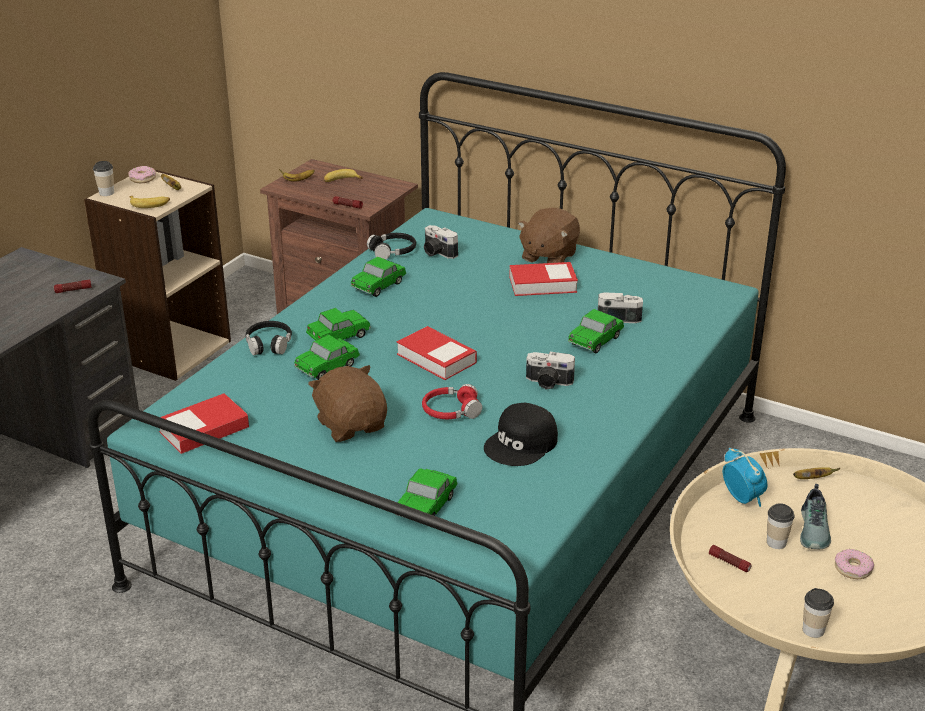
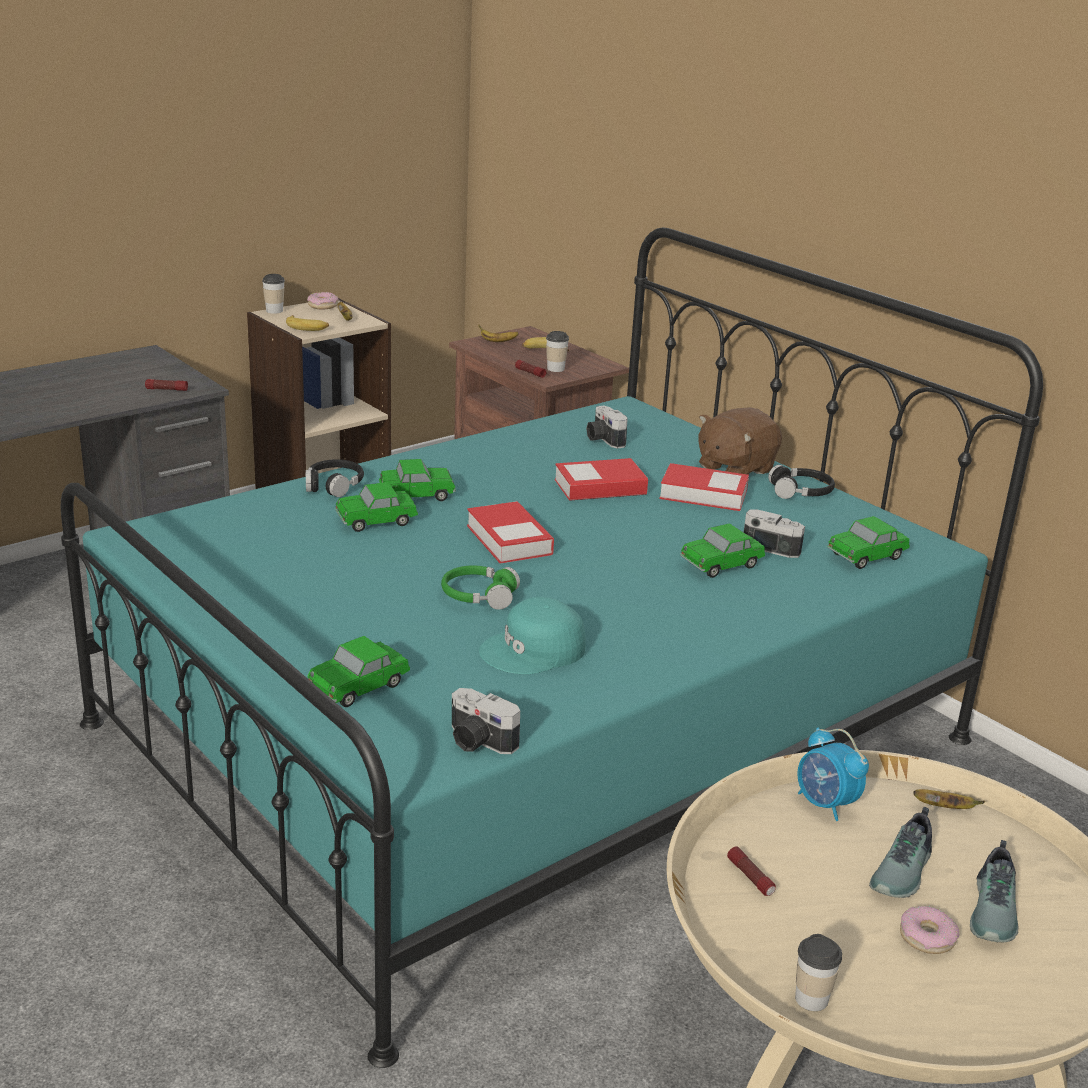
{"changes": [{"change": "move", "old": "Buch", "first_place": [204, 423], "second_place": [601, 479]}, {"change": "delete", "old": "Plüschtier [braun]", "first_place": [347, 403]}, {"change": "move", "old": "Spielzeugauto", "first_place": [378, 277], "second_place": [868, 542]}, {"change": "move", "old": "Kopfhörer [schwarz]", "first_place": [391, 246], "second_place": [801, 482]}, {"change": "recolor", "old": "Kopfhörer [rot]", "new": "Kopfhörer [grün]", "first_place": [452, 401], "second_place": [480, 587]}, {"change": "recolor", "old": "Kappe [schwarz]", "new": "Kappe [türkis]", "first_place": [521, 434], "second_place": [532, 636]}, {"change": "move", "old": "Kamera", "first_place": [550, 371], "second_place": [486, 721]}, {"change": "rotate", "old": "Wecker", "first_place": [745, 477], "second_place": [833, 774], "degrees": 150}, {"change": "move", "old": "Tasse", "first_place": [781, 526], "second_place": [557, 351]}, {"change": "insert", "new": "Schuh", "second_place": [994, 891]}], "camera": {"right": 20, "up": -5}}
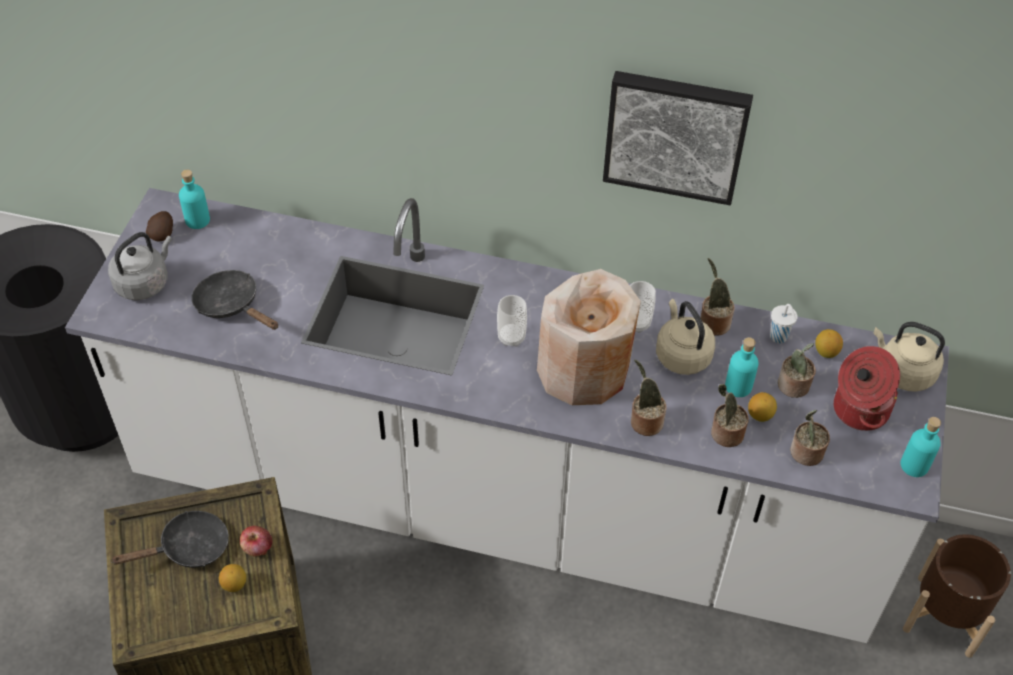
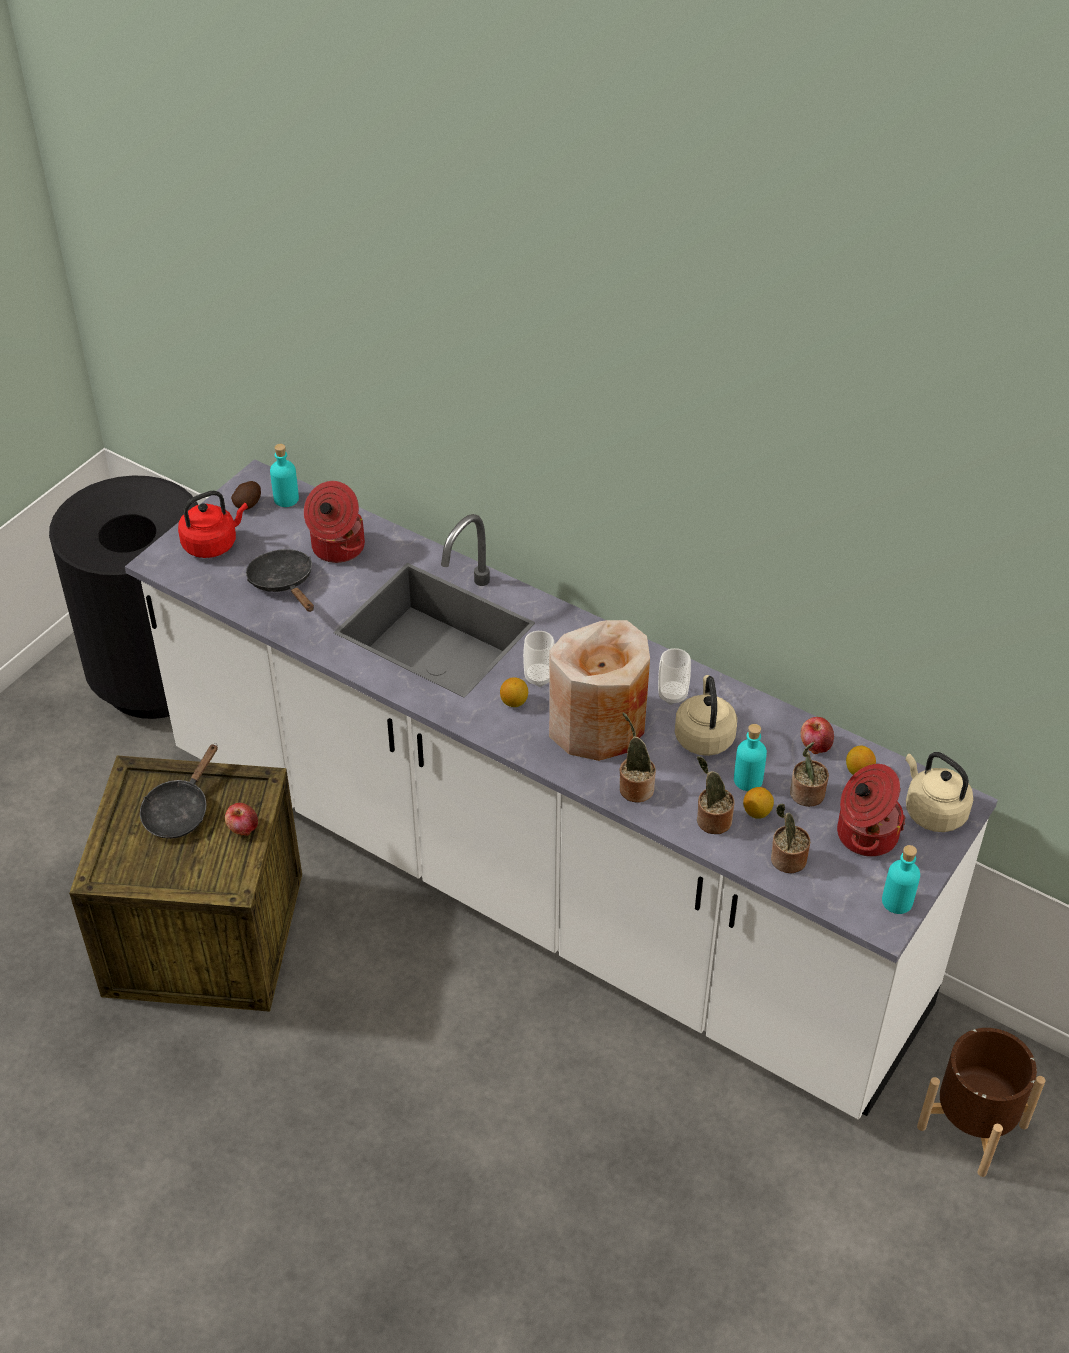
{"changes": [{"change": "recolor", "old": "Wasserkessel [grau]", "new": "Wasserkessel [rot]", "first_place": [140, 266], "second_place": [213, 524]}, {"change": "rotate", "old": "Pfanne [schwarz]", "first_place": [170, 539], "second_place": [179, 791], "degrees": 120}, {"change": "move", "old": "Zitrone", "first_place": [232, 578], "second_place": [514, 692]}, {"change": "delete", "old": "Bild", "first_place": [678, 138]}, {"change": "delete", "old": "Topfpflanze", "first_place": [718, 296]}, {"change": "replace", "old": "Tasse [weiß]", "new": "Apfel", "first_place": [784, 323], "second_place": [817, 735]}, {"change": "insert", "new": "Kochtopf", "second_place": [334, 522]}], "camera": {"right": 20, "up": -5}}
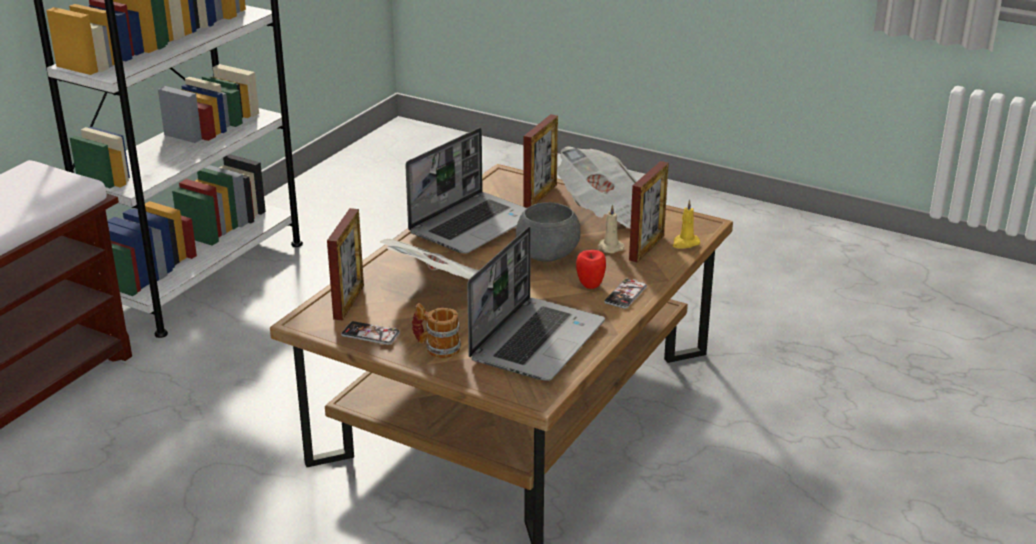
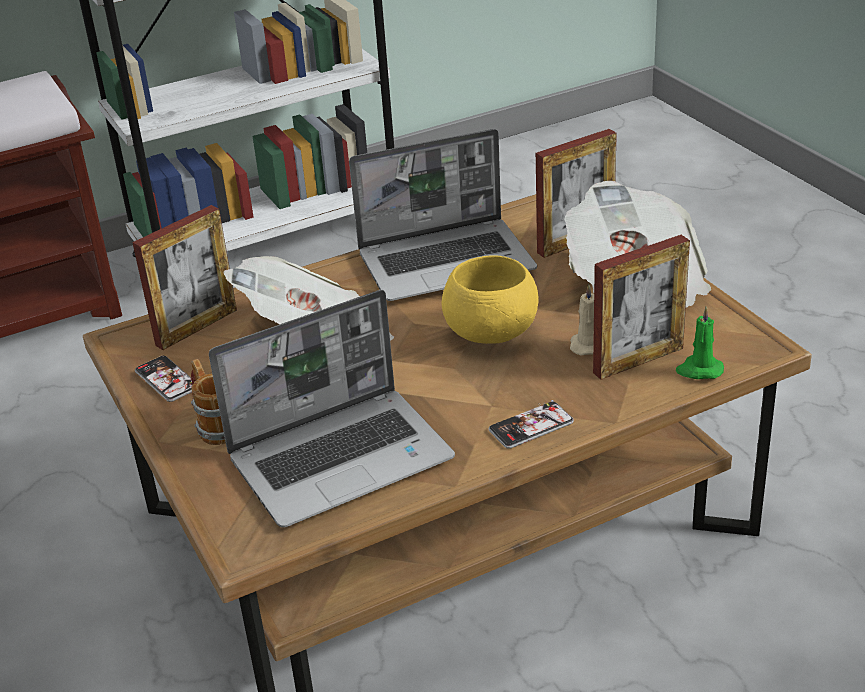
{"changes": [{"change": "recolor", "old": "Schüssel [grau]", "new": "Schüssel [gelb]", "first_place": [548, 232], "second_place": [490, 299]}, {"change": "delete", "old": "Apfel", "first_place": [591, 269]}, {"change": "recolor", "old": "Kerze [gelb]", "new": "Kerze [grün]", "first_place": [686, 224], "second_place": [700, 342]}], "camera": {"right": 35, "up": 5}}
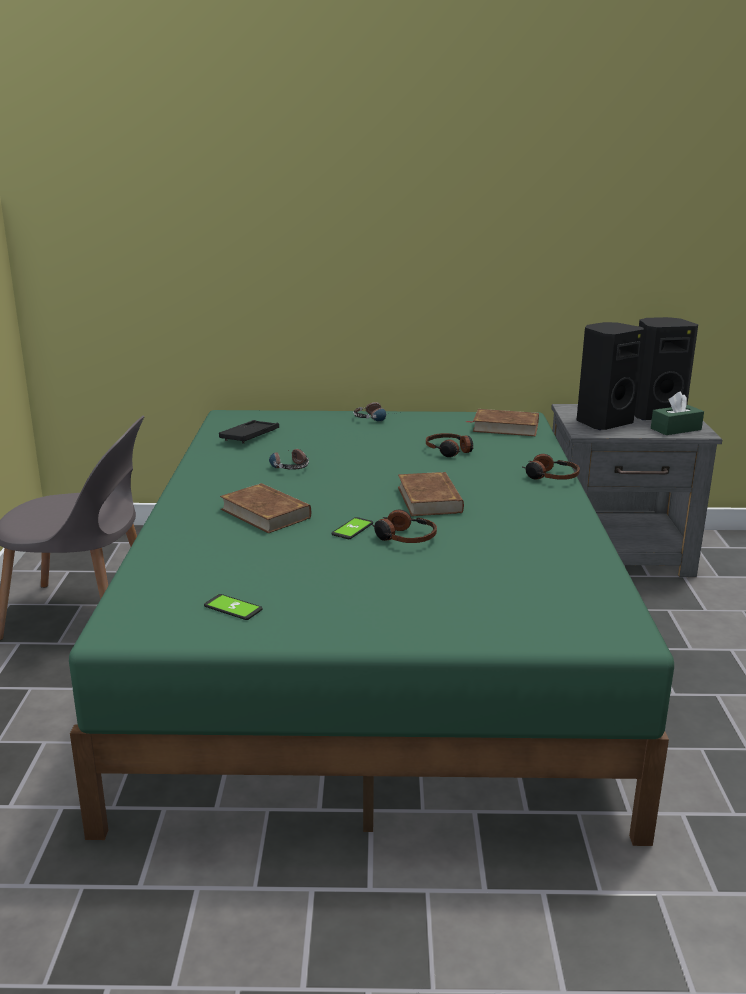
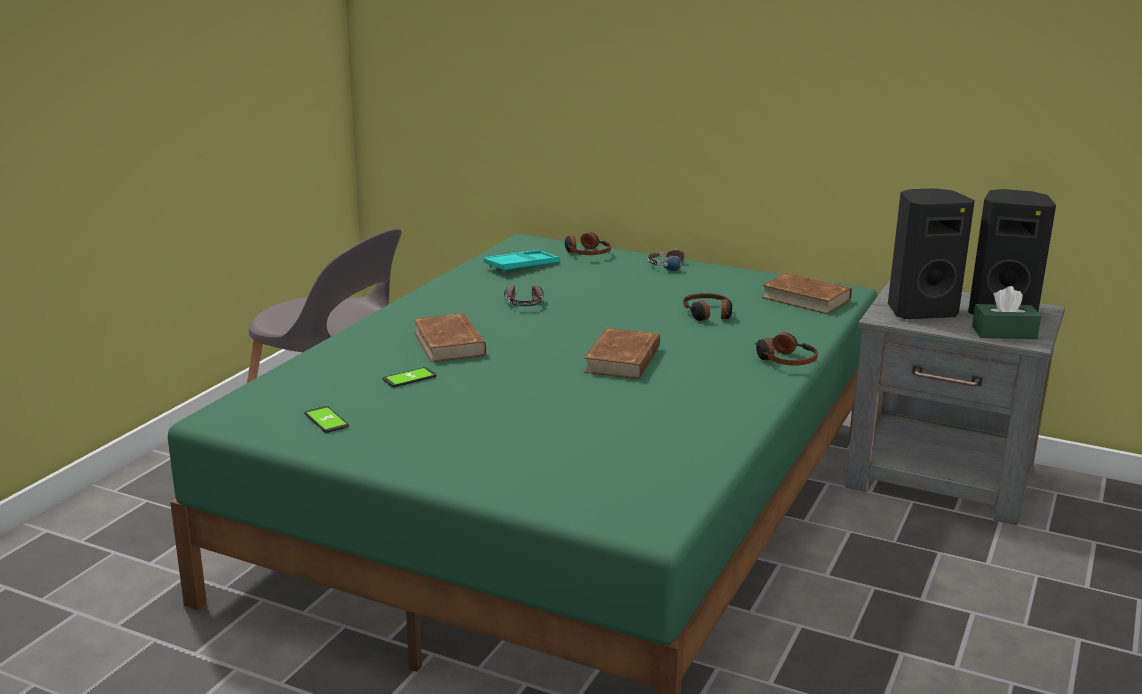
{"changes": [{"change": "recolor", "old": "Tablett [schwarz]", "new": "Tablett [türkis]", "first_place": [249, 432], "second_place": [522, 261]}, {"change": "move", "old": "Handy", "first_place": [352, 528], "second_place": [410, 377]}, {"change": "move", "old": "Kopfhörer", "first_place": [404, 526], "second_place": [588, 243]}], "camera": {"right": 25, "up": 0}}
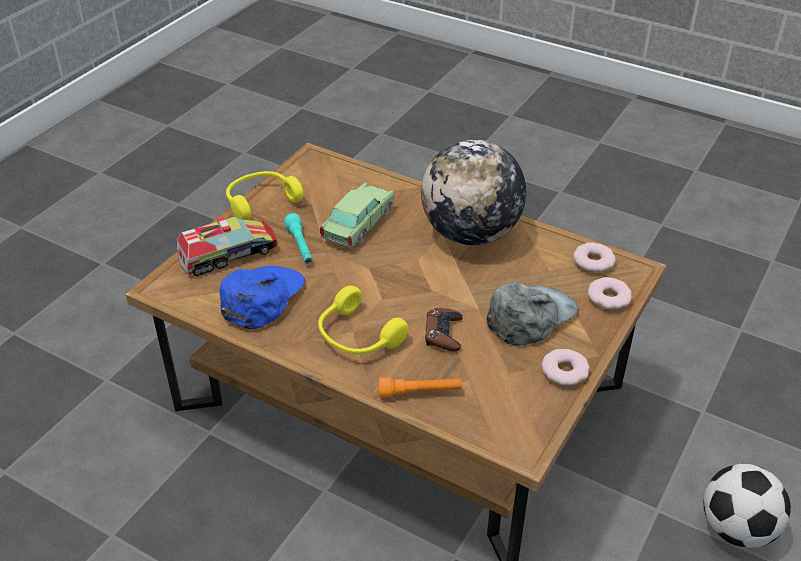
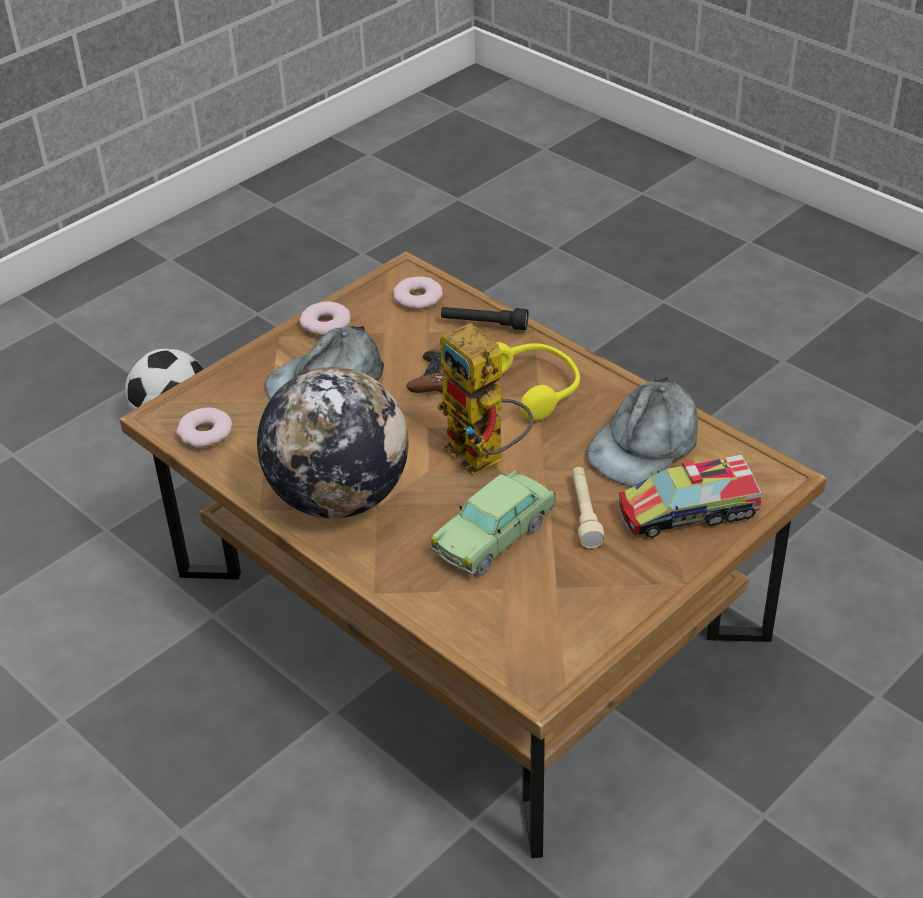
{"changes": [{"change": "recolor", "old": "Kappe [blau]", "new": "Kappe [grau]", "first_place": [262, 297], "second_place": [642, 432]}, {"change": "delete", "old": "Kopfhörer [gelb]", "first_place": [265, 195]}, {"change": "recolor", "old": "Taschenlampe [türkis]", "new": "Taschenlampe [beige]", "first_place": [298, 238], "second_place": [588, 507]}, {"change": "recolor", "old": "Taschenlampe [orange]", "new": "Taschenlampe [schwarz]", "first_place": [420, 387], "second_place": [484, 318]}, {"change": "move", "old": "Donut", "first_place": [610, 293], "second_place": [418, 293]}, {"change": "insert", "new": "Spielzeugroboter", "second_place": [485, 399]}], "camera": {"right": -165, "up": 0}}
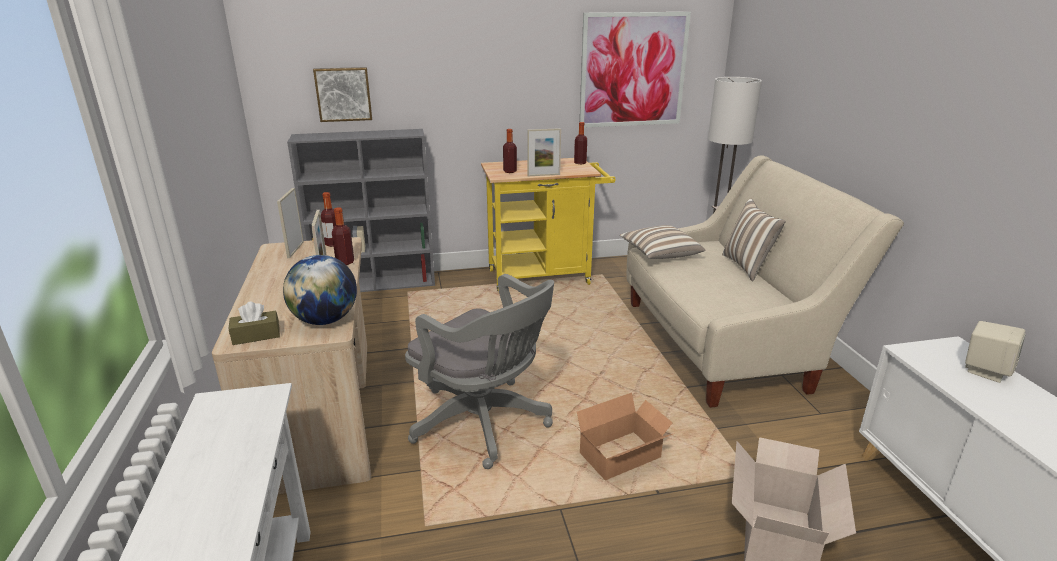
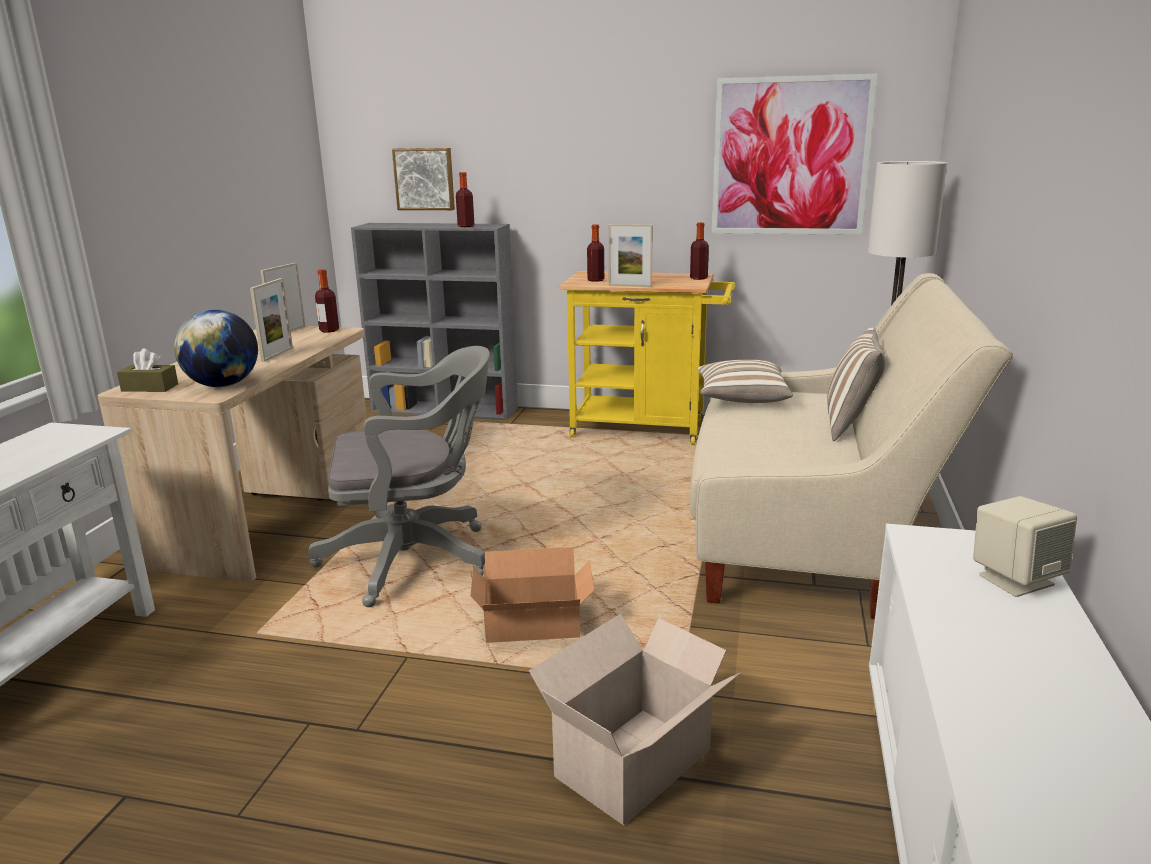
{"changes": [{"change": "move", "old": "Flasche", "first_place": [343, 236], "second_place": [465, 199]}, {"change": "rotate", "old": "Bürostuhl [grau]", "first_place": [479, 371], "second_place": [399, 476], "degrees": -75}], "camera": {"right": 25, "up": -5}}
